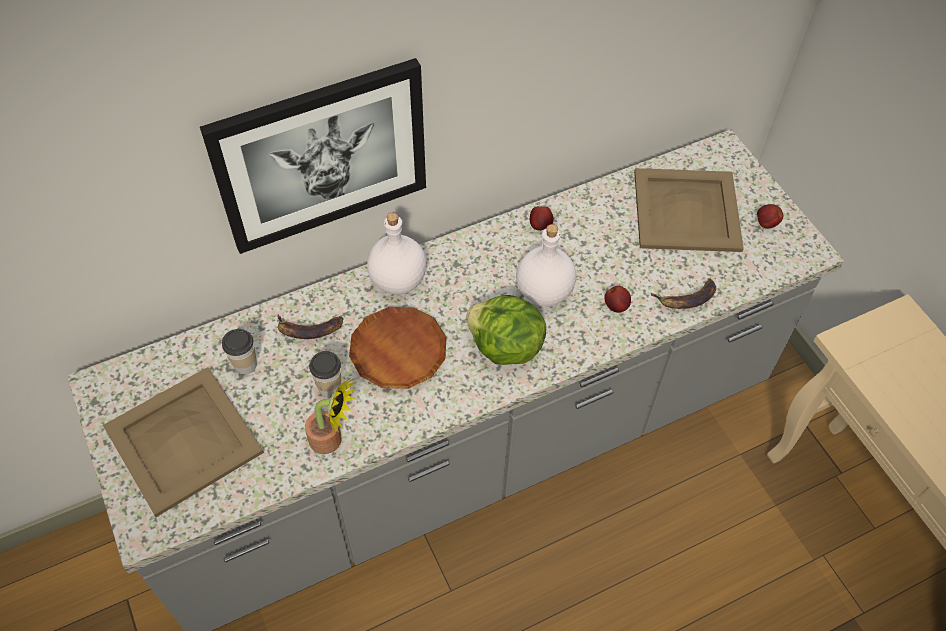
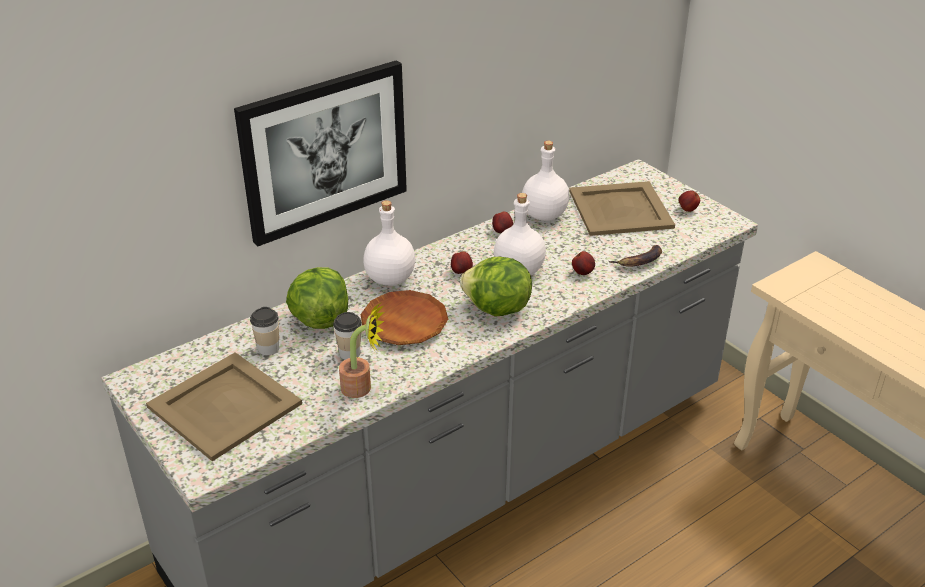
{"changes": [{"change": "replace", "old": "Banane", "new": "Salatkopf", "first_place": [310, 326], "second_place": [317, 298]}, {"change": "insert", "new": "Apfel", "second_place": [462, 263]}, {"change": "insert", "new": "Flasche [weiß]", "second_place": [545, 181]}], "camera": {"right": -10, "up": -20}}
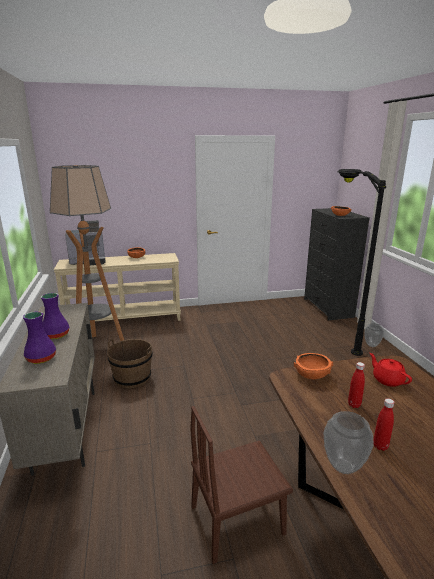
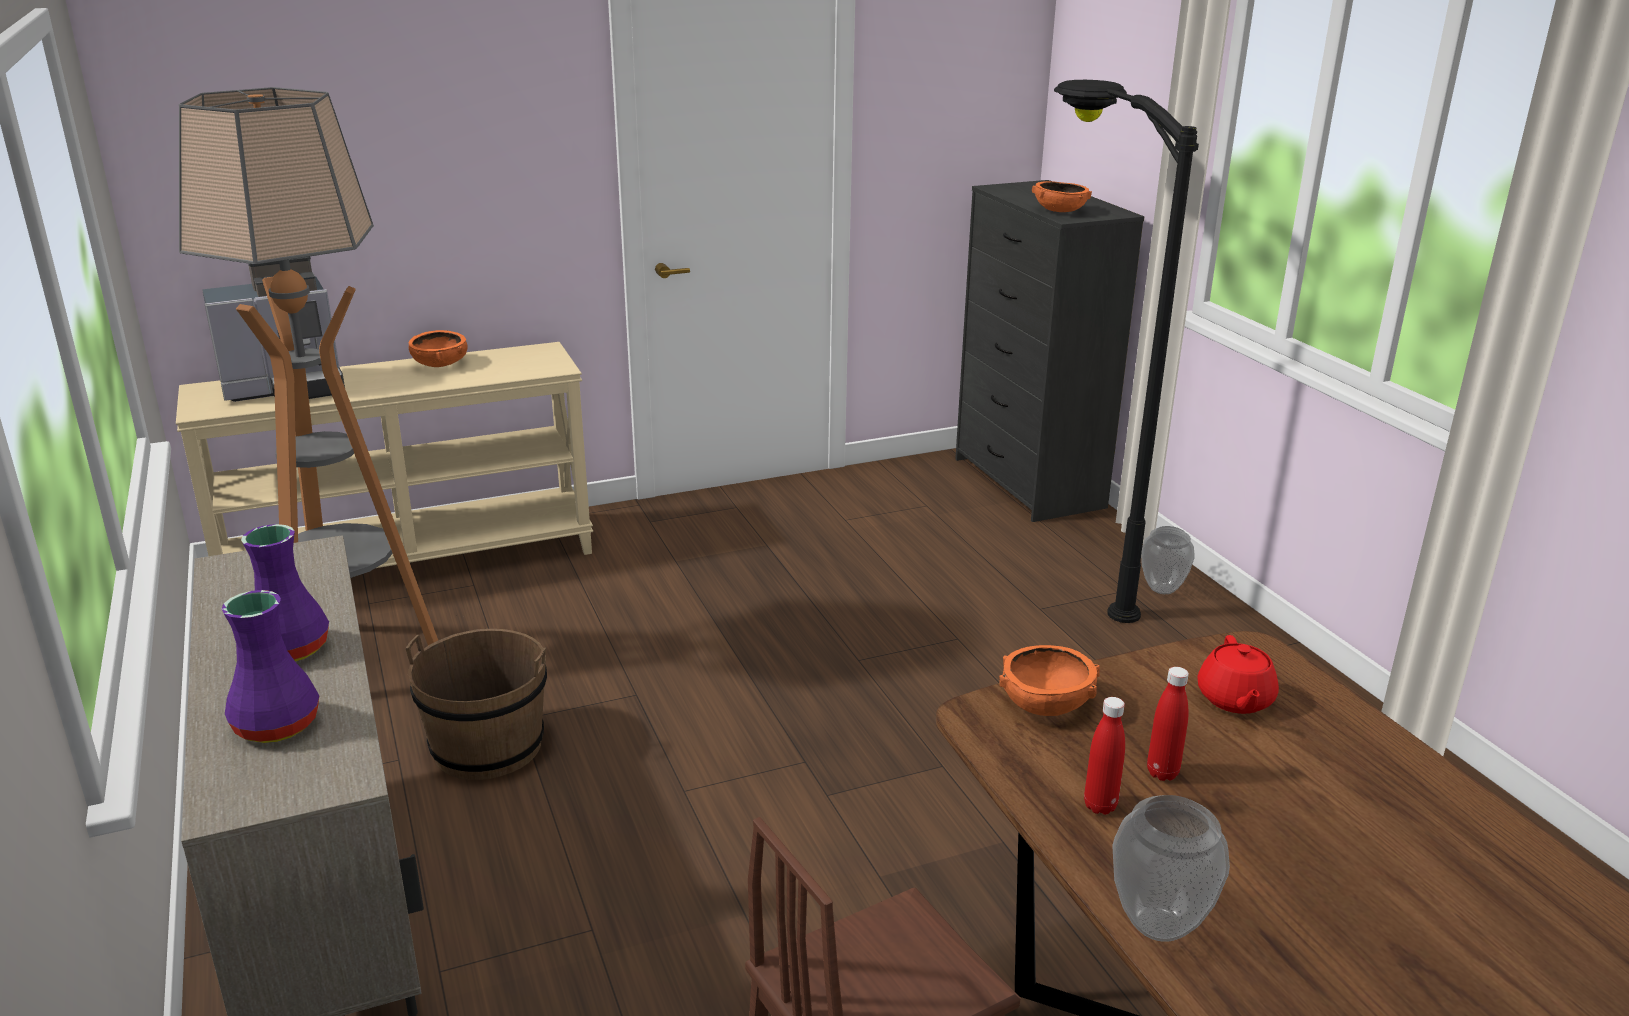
{"changes": [{"change": "rotate", "old": "Teekanne [rot]", "first_place": [391, 370], "second_place": [1238, 674], "degrees": -135}, {"change": "move", "old": "Flasche [rot]", "first_place": [383, 424], "second_place": [1104, 756]}], "camera": {"right": -10, "up": 5}}
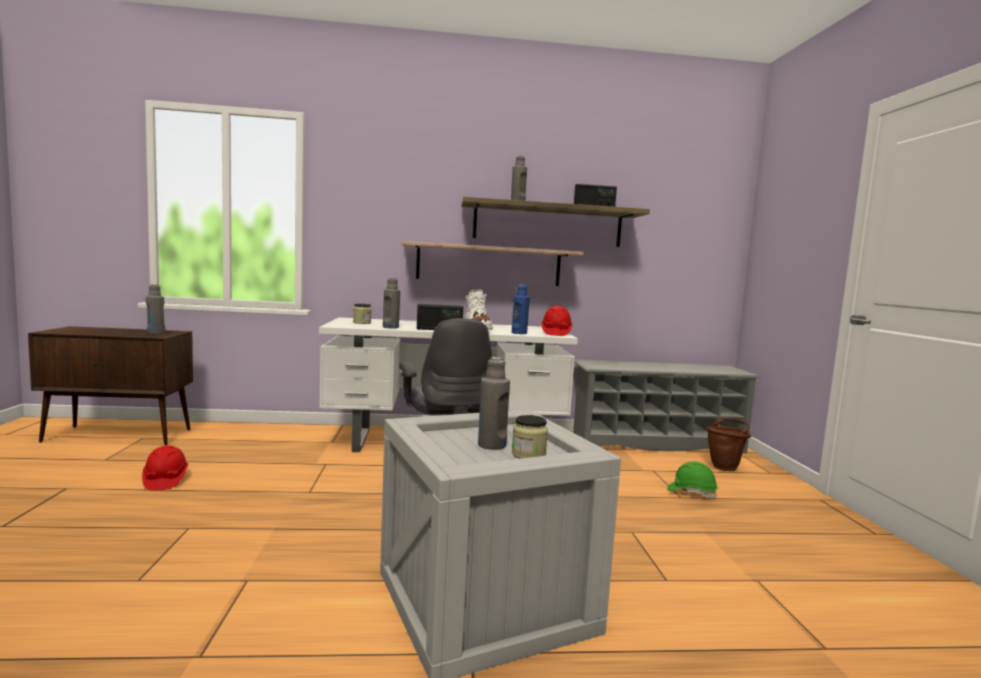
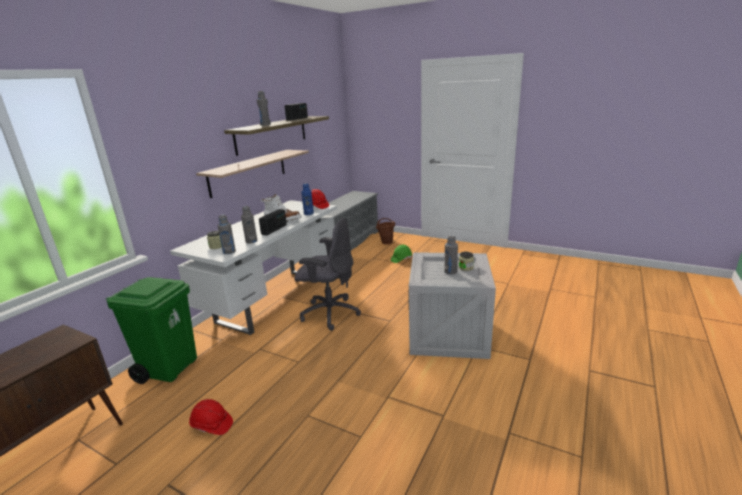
{"changes": [{"change": "move", "old": "Flasche [grau]", "first_place": [155, 309], "second_place": [227, 234]}, {"change": "insert", "new": "Mülleimer [grün]", "second_place": [151, 330]}], "camera": {"right": -55, "up": 15}}
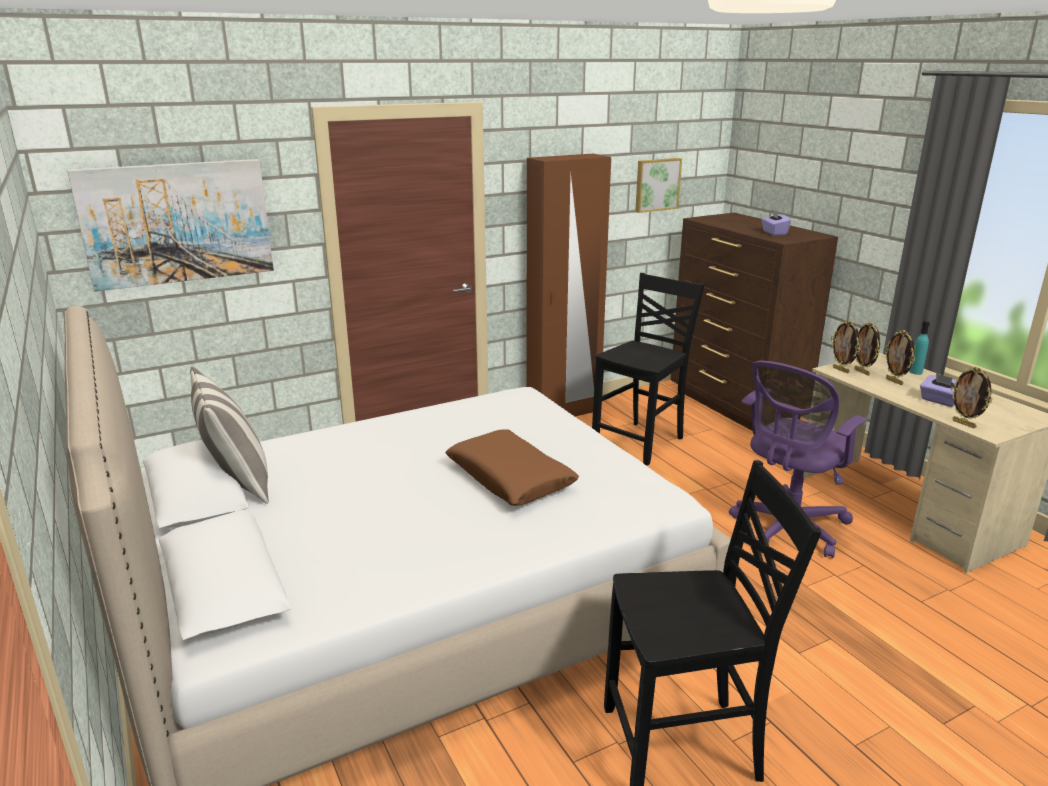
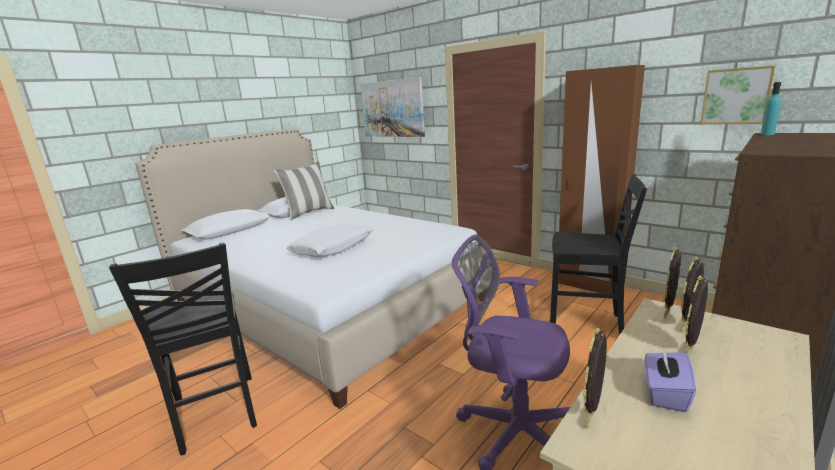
{"changes": [{"change": "recolor", "old": "Kissen [braun]", "new": "Kissen [weiß]", "first_place": [512, 467], "second_place": [330, 240]}, {"change": "delete", "old": "Taschentuchbox [lila]", "first_place": [776, 222]}, {"change": "move", "old": "Flasche [türkis]", "first_place": [919, 348], "second_place": [771, 108]}], "camera": {"right": 70, "up": -5}}
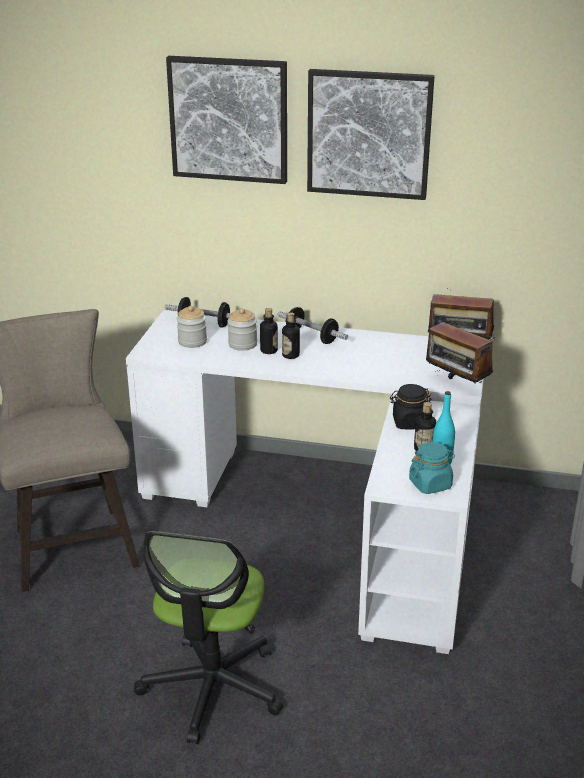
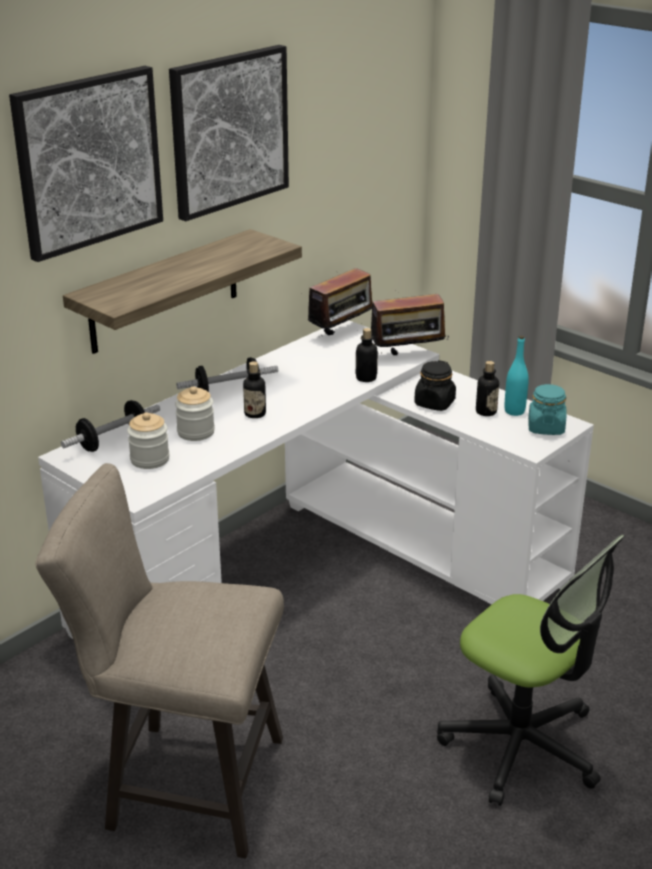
{"changes": [{"change": "move", "old": "Flasche", "first_place": [269, 331], "second_place": [367, 355]}, {"change": "insert", "new": "Wandregal", "second_place": [182, 291]}], "camera": {"right": -60, "up": 0}}
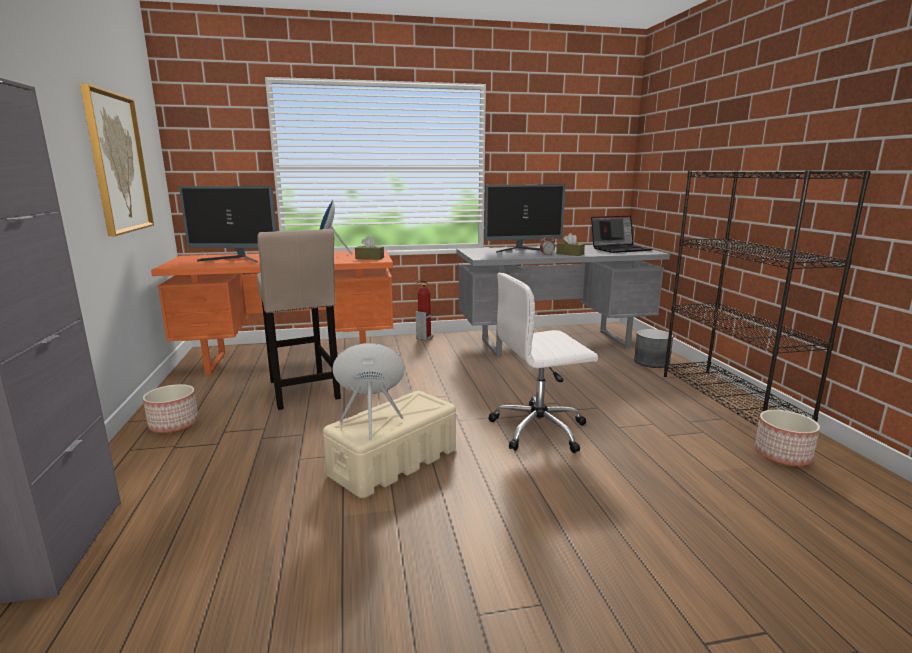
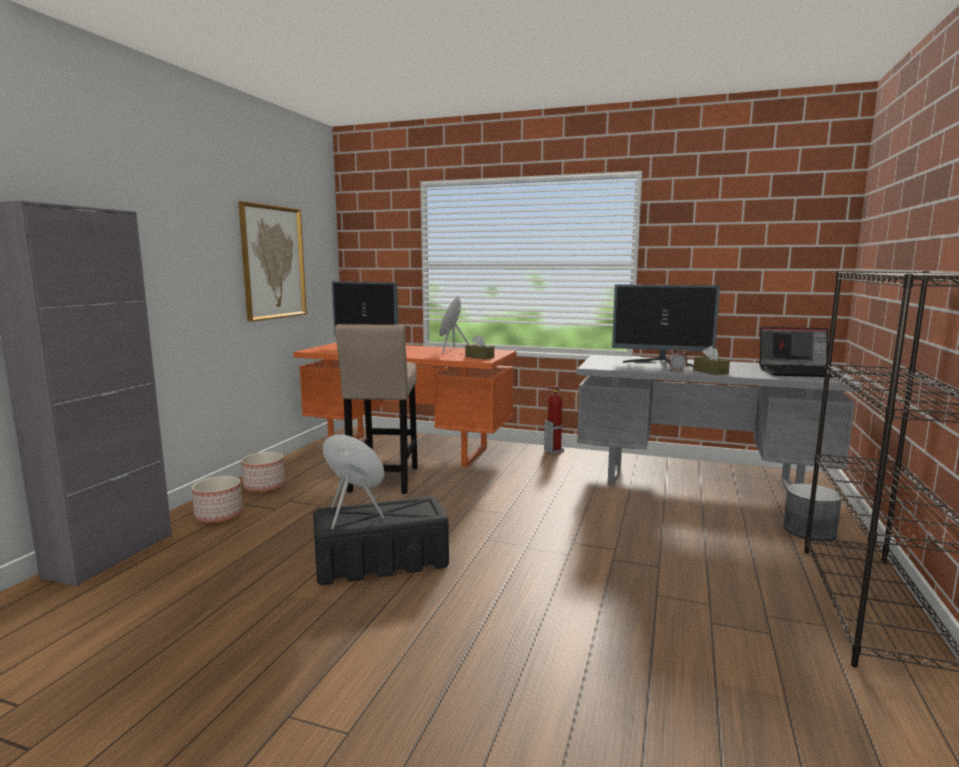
{"changes": [{"change": "recolor", "old": "Aufbewahrungsbox [beige]", "new": "Aufbewahrungsbox [schwarz]", "first_place": [389, 444], "second_place": [381, 540]}, {"change": "delete", "old": "Bürostuhl [weiß]", "first_place": [543, 363]}, {"change": "move", "old": "Pflanzkübel", "first_place": [787, 438], "second_place": [217, 500]}], "camera": {"right": 30, "up": -5}}
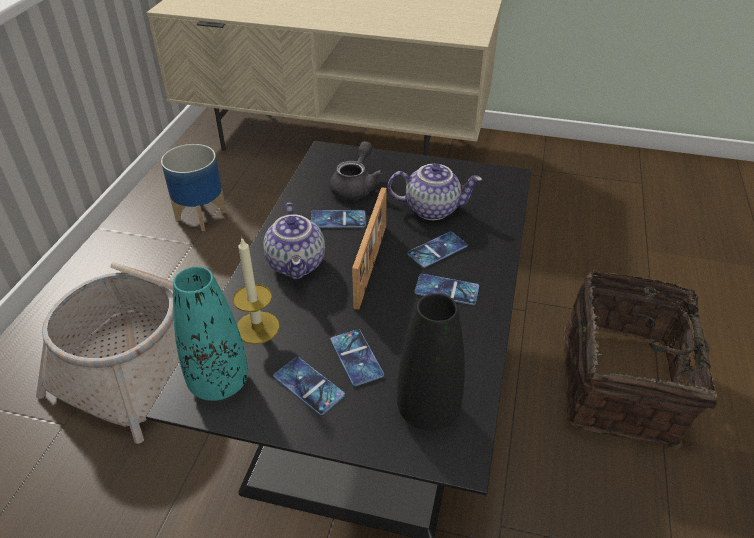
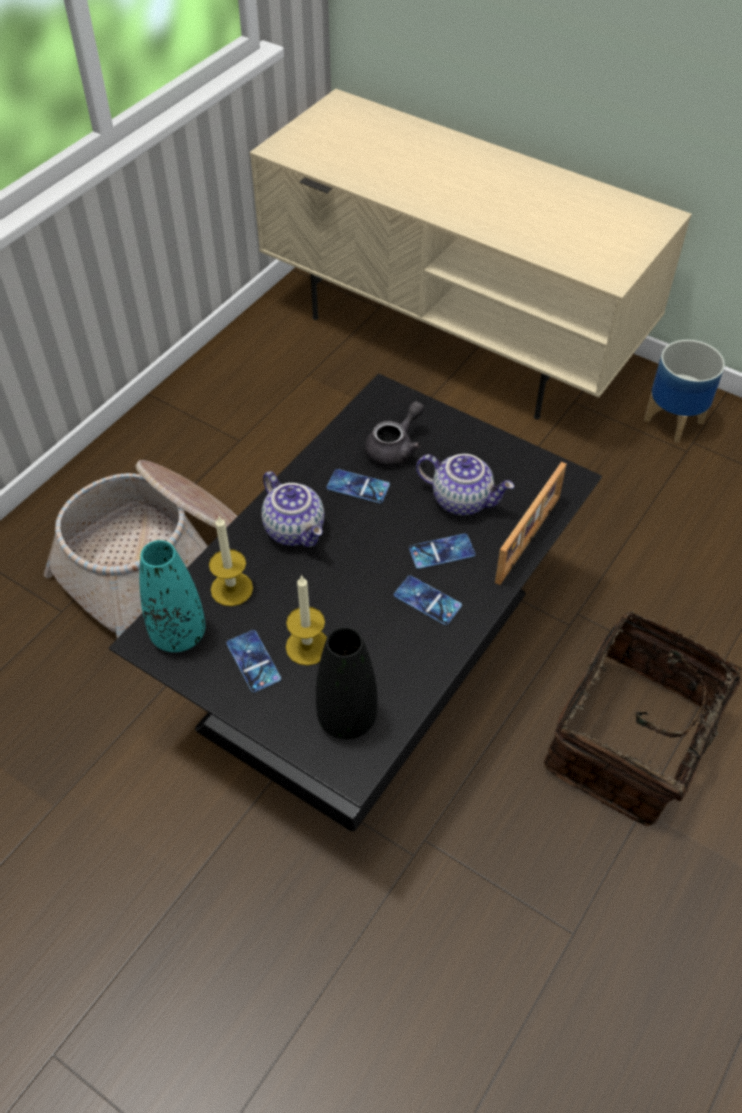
{"changes": [{"change": "move", "old": "Pflanzkübel", "first_place": [194, 187], "second_place": [684, 391]}, {"change": "rotate", "old": "Teekanne", "first_place": [294, 241], "second_place": [292, 509], "degrees": -45}, {"change": "replace", "old": "Handy", "new": "Kerze", "first_place": [357, 357], "second_place": [306, 620]}, {"change": "move", "old": "Bilderrahmen", "first_place": [369, 248], "second_place": [531, 523]}], "camera": {"right": 20, "up": 10}}
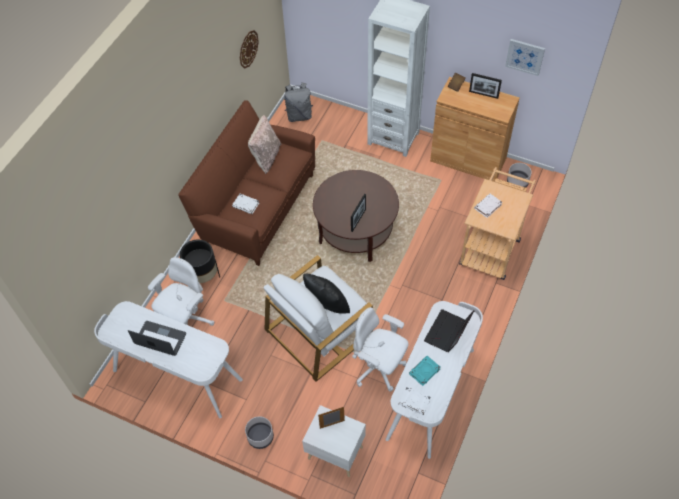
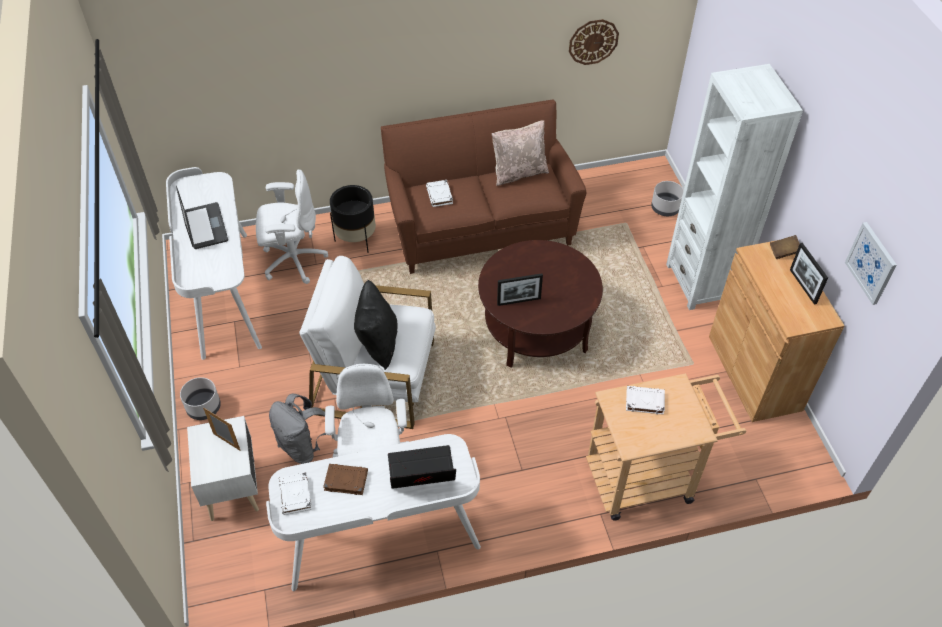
{"changes": [{"change": "move", "old": "Rucksack [grau]", "first_place": [298, 102], "second_place": [297, 429]}, {"change": "recolor", "old": "Buch [türkis]", "new": "Buch [braun]", "first_place": [425, 371], "second_place": [345, 479]}, {"change": "move", "old": "Pflanzkübel [grau]", "first_place": [519, 175], "second_place": [667, 198]}], "camera": {"right": 50, "up": -5}}
